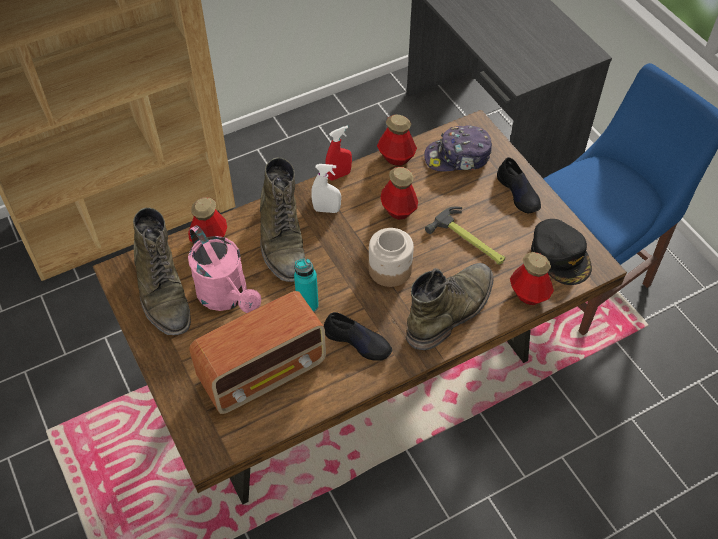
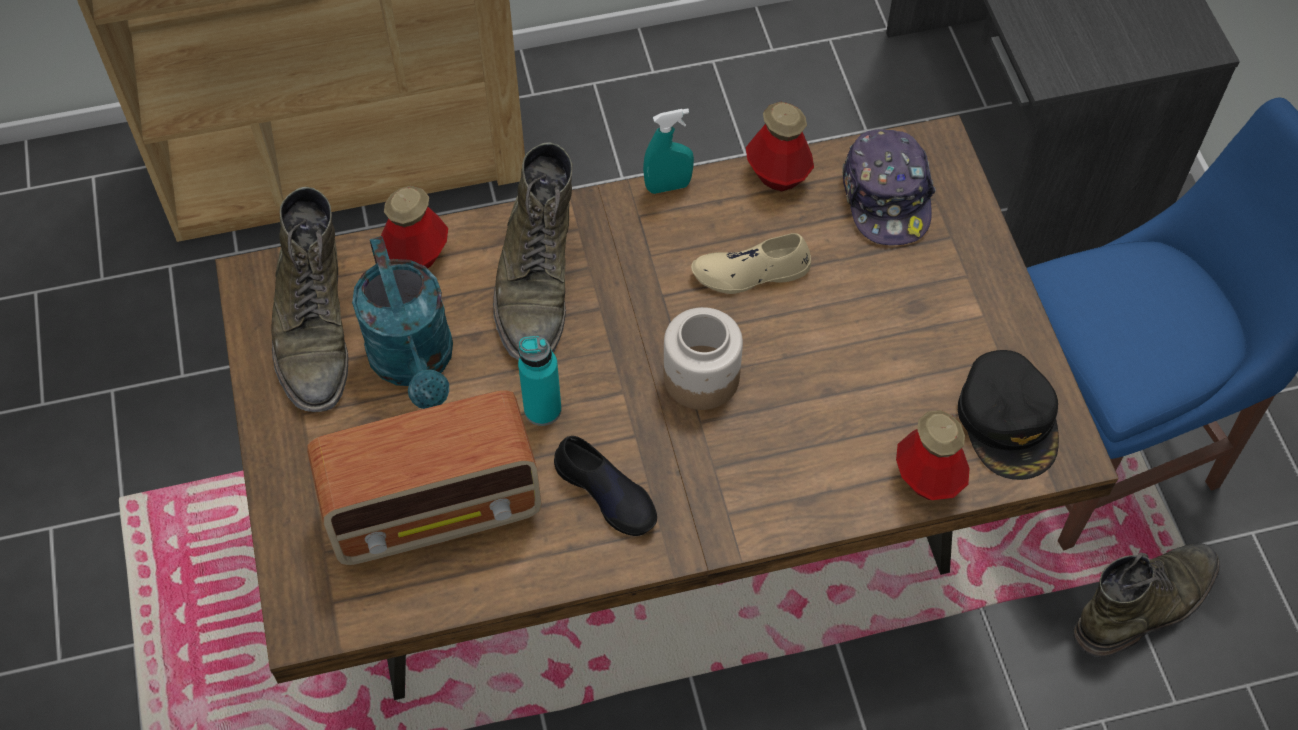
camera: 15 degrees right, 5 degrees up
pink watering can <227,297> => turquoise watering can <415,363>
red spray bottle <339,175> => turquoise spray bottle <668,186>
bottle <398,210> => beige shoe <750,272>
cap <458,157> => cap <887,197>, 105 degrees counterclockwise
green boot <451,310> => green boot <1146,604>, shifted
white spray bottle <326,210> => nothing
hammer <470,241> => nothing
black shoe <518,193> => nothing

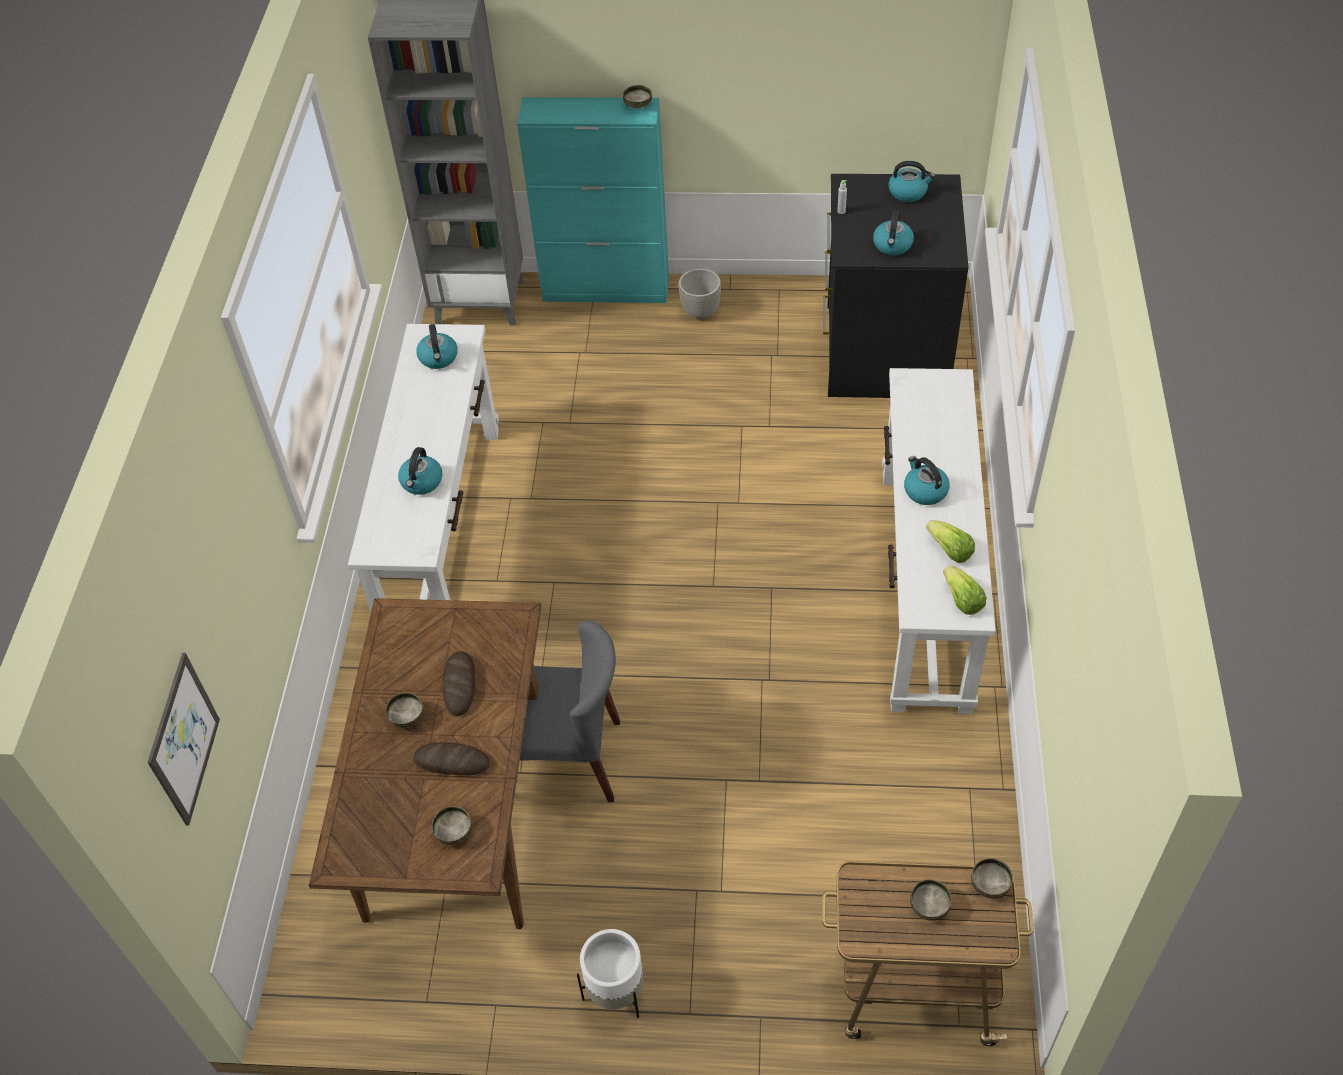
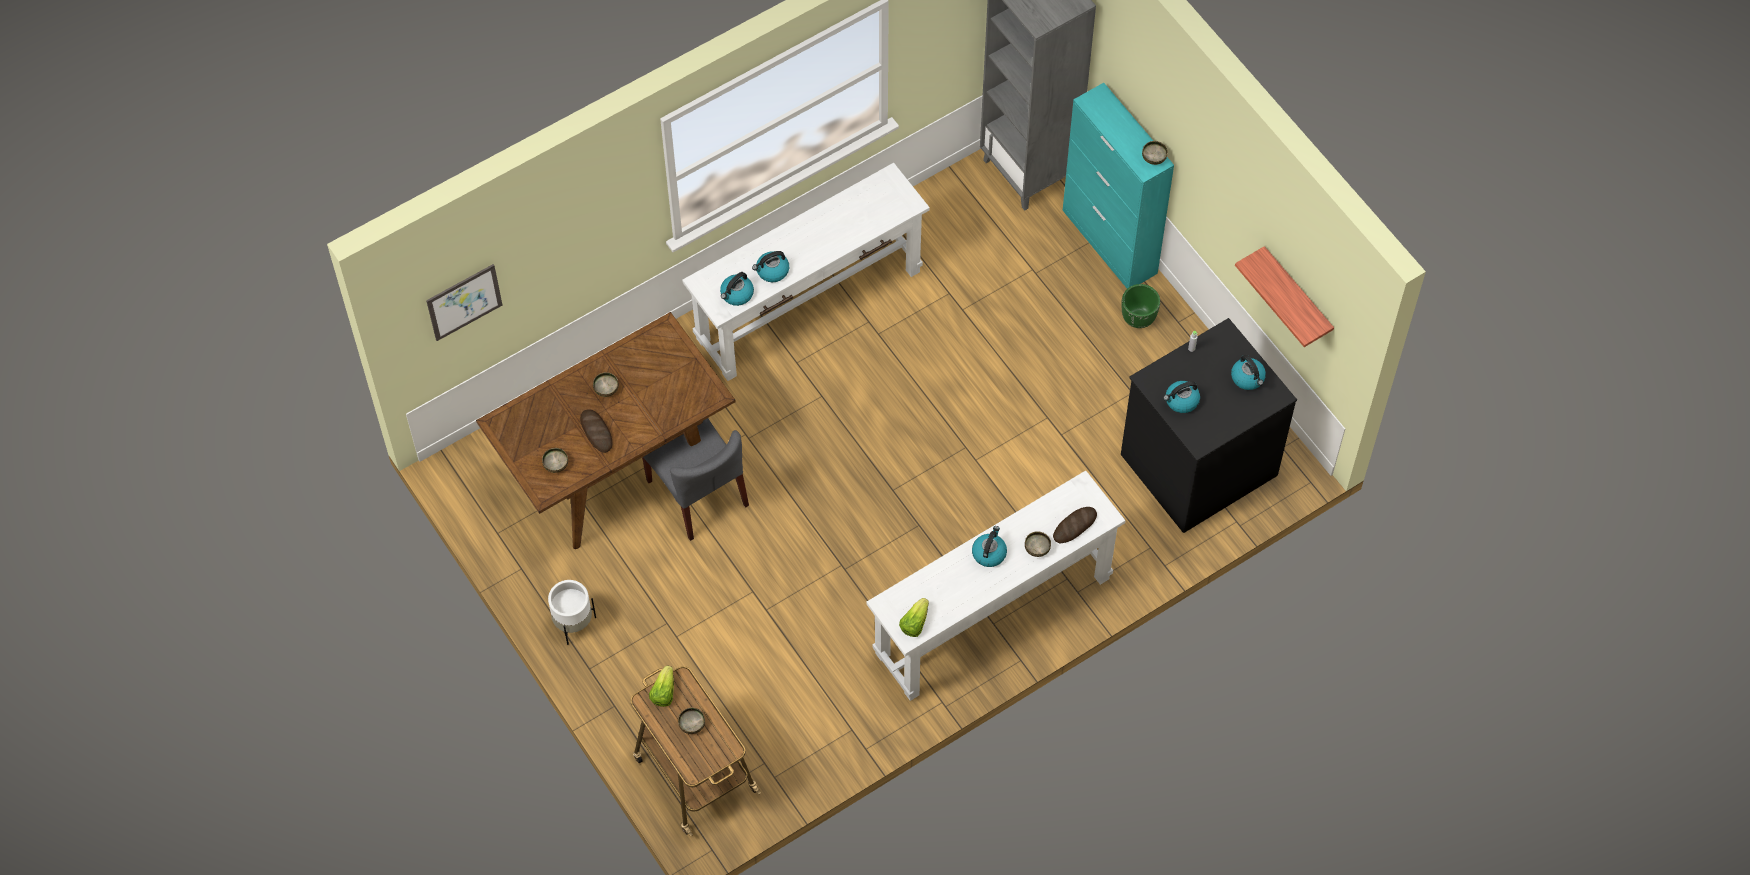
camera: 50 degrees right, 10 degrees up
lettuce <949,550> => lettuce <663,692>, shifted
kettle <438,358> => kettle <737,294>, shifted
bowl <990,885> => bowl <1037,549>, shifted
bread <460,685> => bread <1074,526>, shifted
grey planter <701,311> => green planter <1138,318>
nothing => shelf <1296,296>

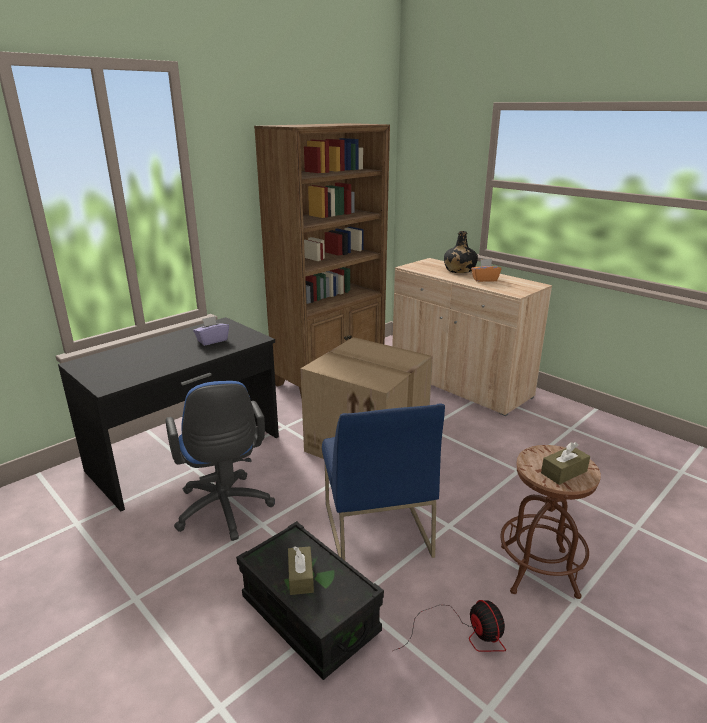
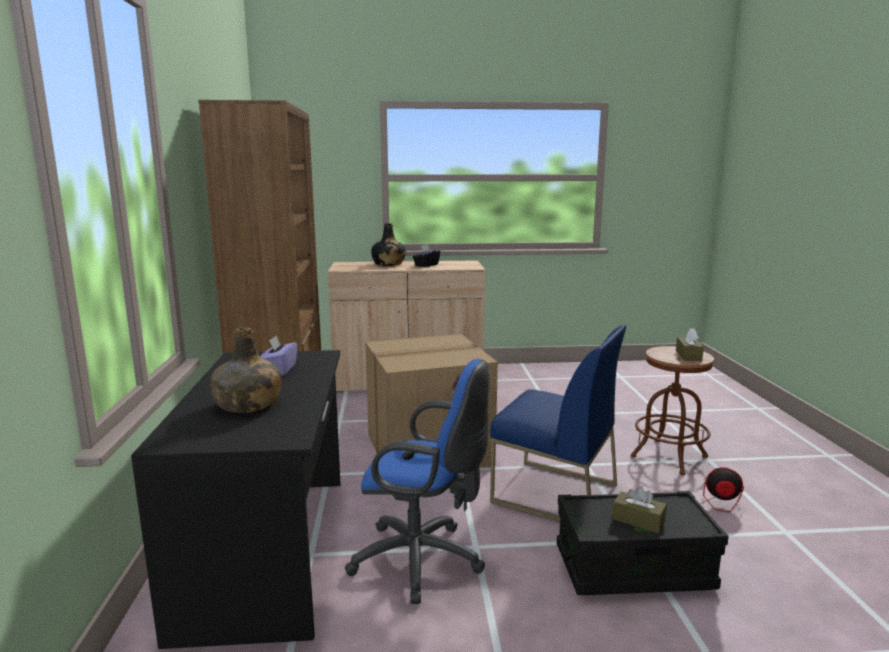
camera: 50 degrees left, 10 degrees down
nothing => green bottle <248,405>
orange tissue box <484,279> => black tissue box <426,265>

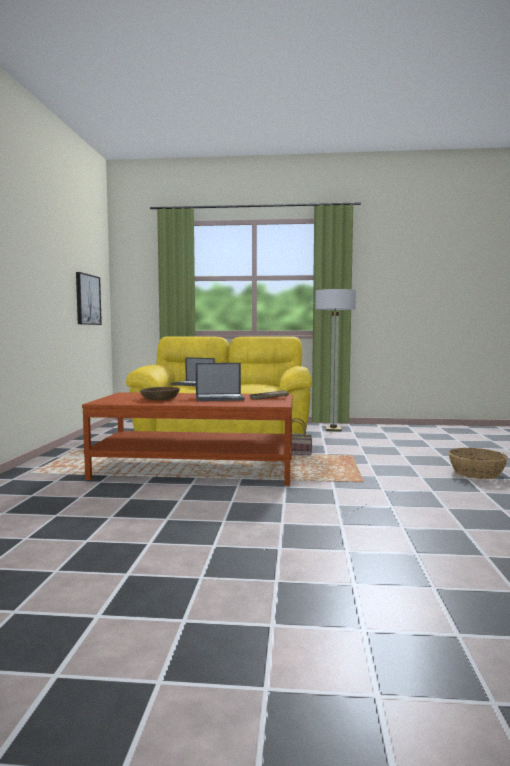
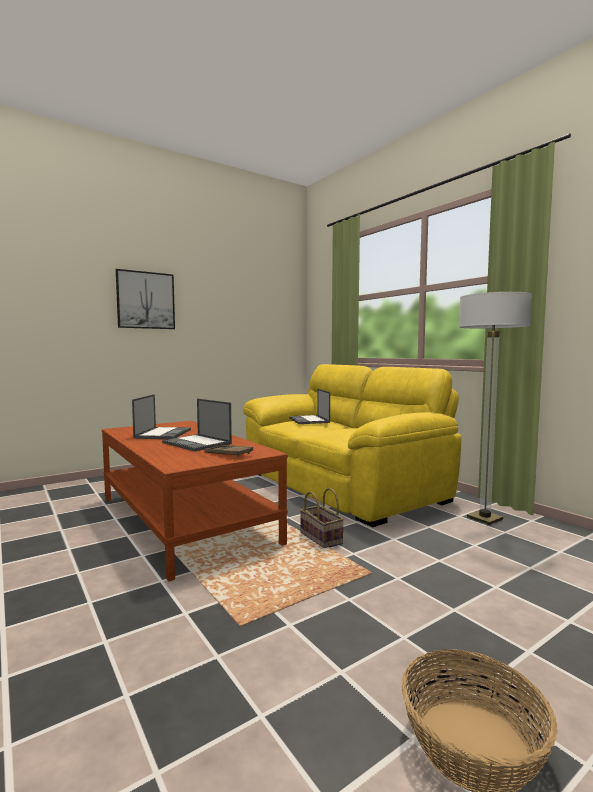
camera: 50 degrees right, 0 degrees up
picture <87,299> => picture <145,300>, shifted
brown bowl <159,398> => laptop <163,433>

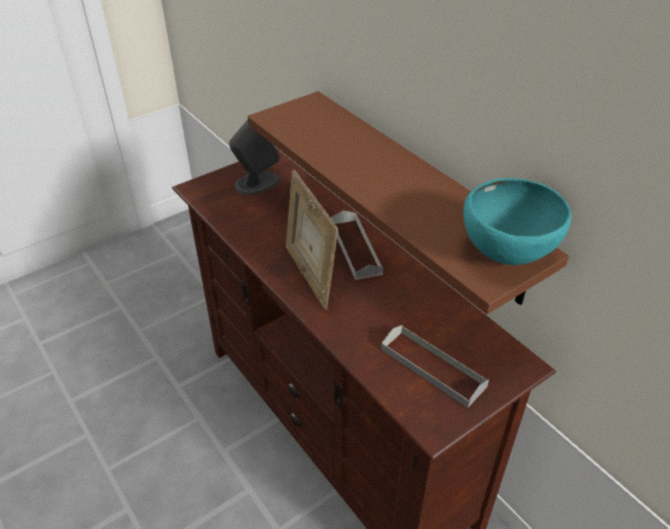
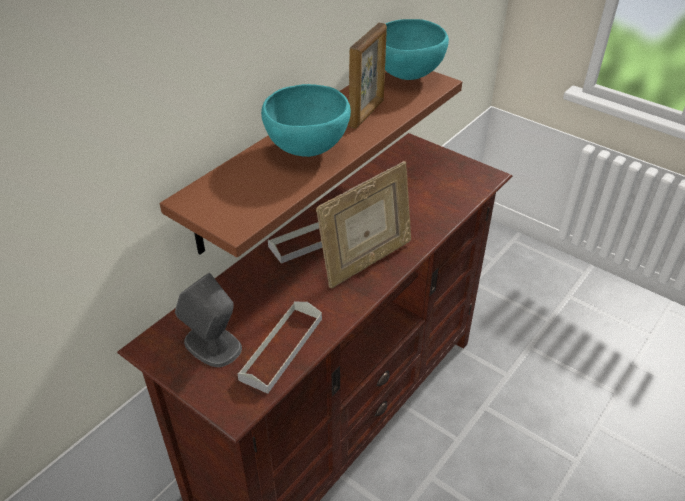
camera: 105 degrees left, 0 degrees up
grey tray <432,367> => grey tray <282,348>, shifted
nothing => turquoise bowl <308,150>
nothing => picture frame <367,113>

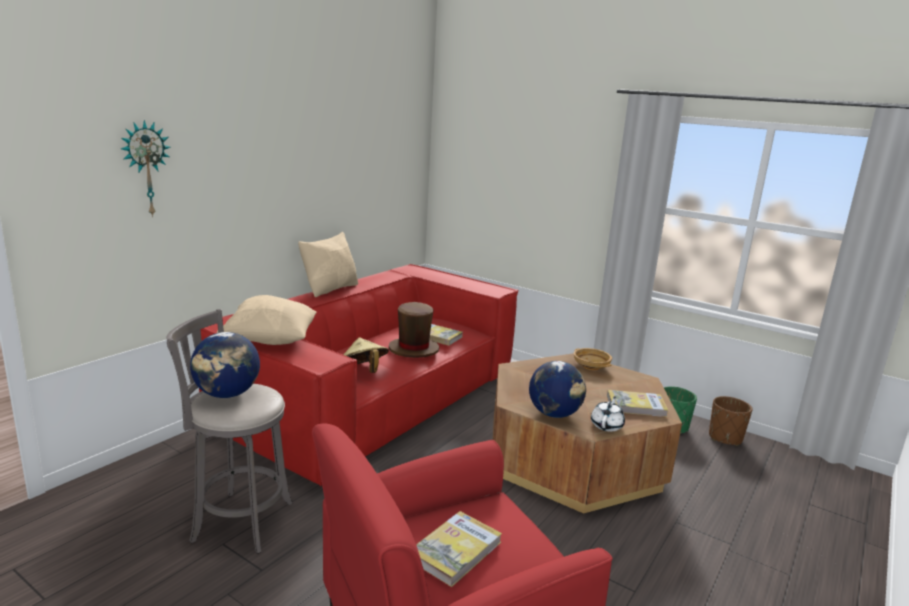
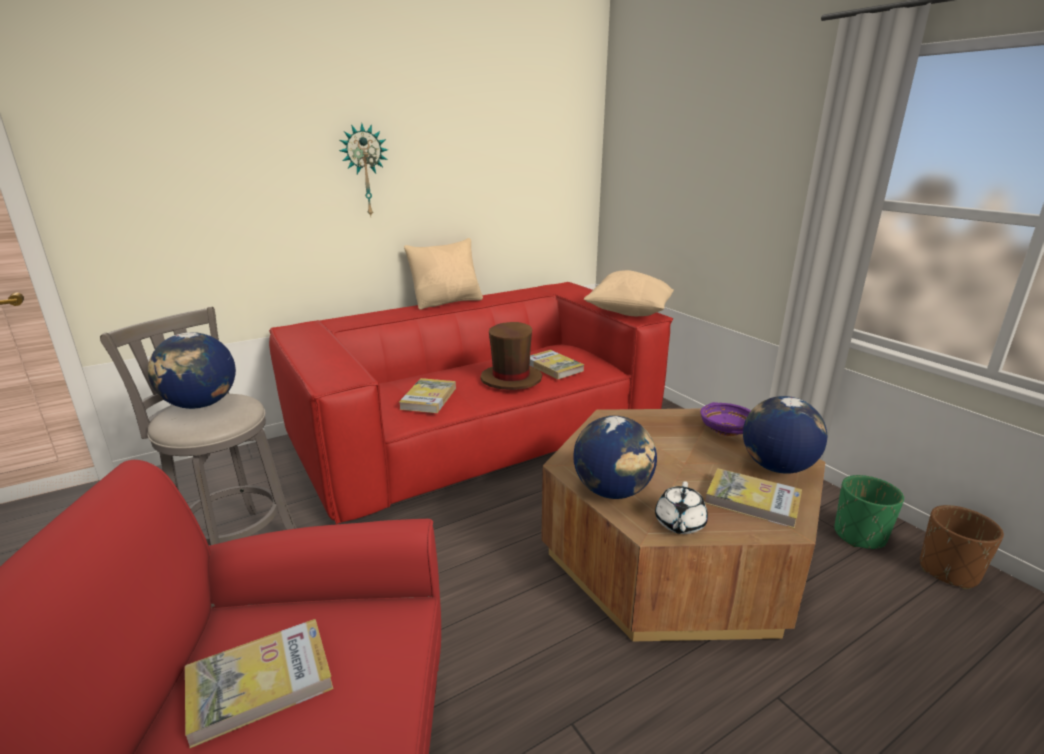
camera: 25 degrees right, 5 degrees up
wall clock <146,169> => wall clock <365,171>, shifted
beige hat <363,371> => book <428,398>
beige pillow <270,340> => beige pillow <628,313>, shifted
white teapot <607,425> => white teapot <679,524>, 150 degrees clockwise
beige bowl <590,366> => purple bowl <725,429>
nothing => globe <776,467>

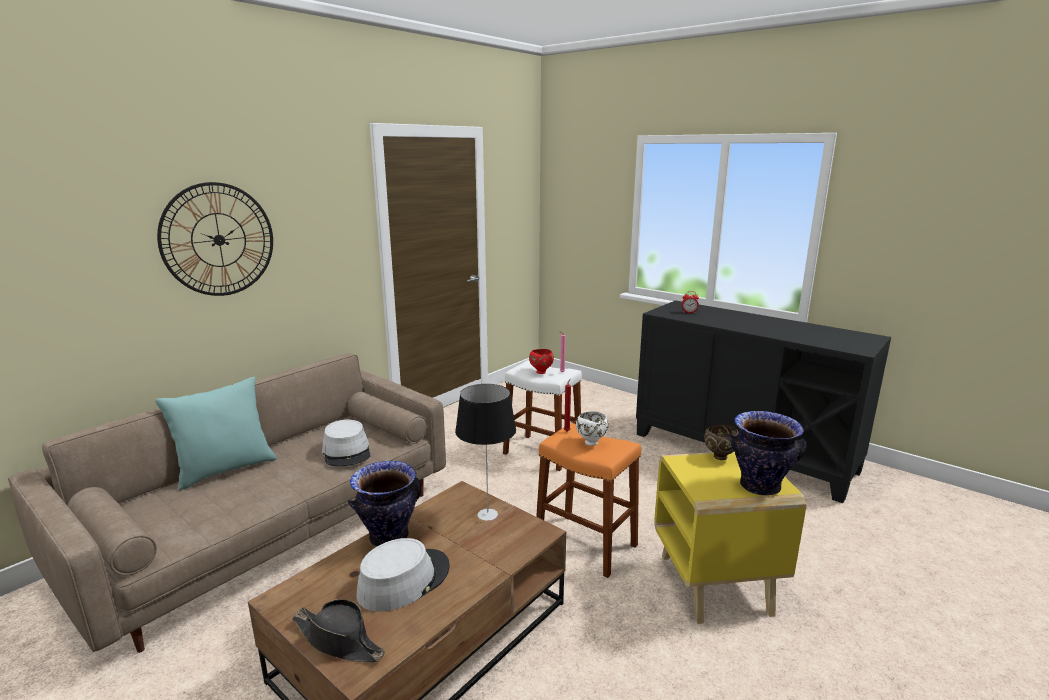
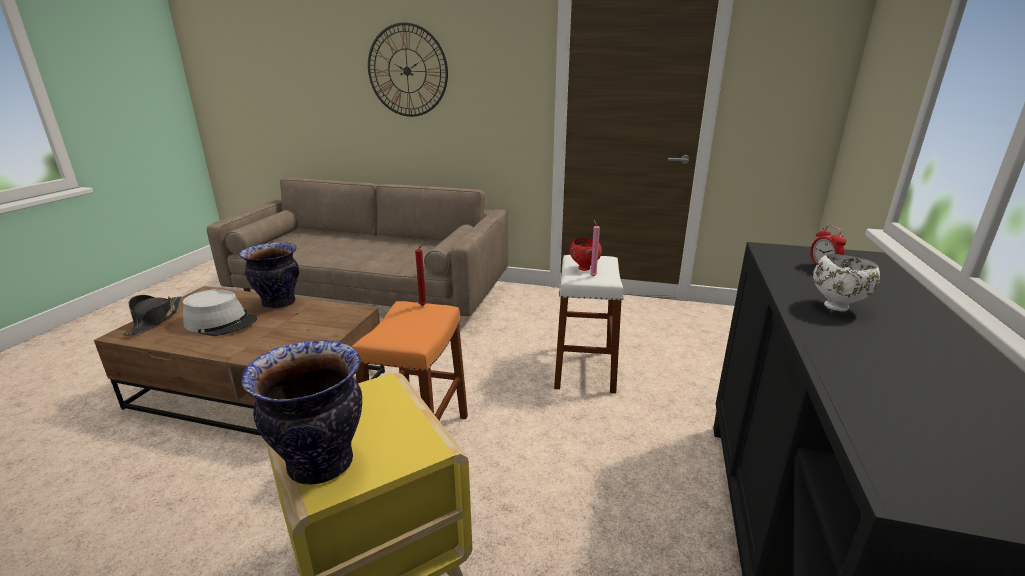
camera: 65 degrees right, 5 degrees up
white bowl <591,442> => white bowl <837,307>, shifted
turquoise pillow <226,469> => nothing
grey hat <347,452> => nothing
table lamp <487,514> => nothing
brown bowl <719,457> => nothing

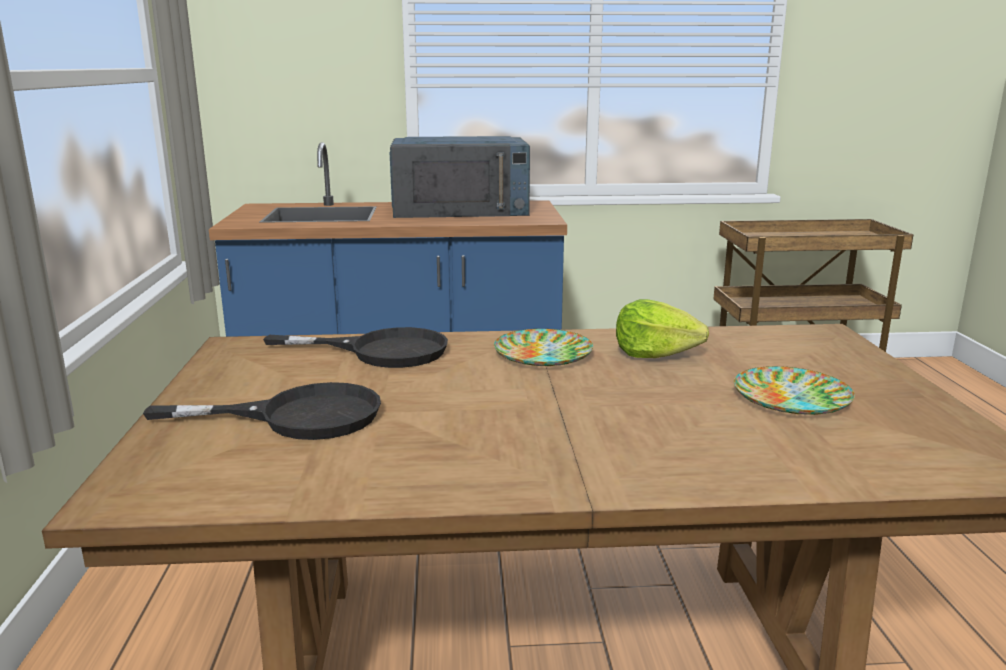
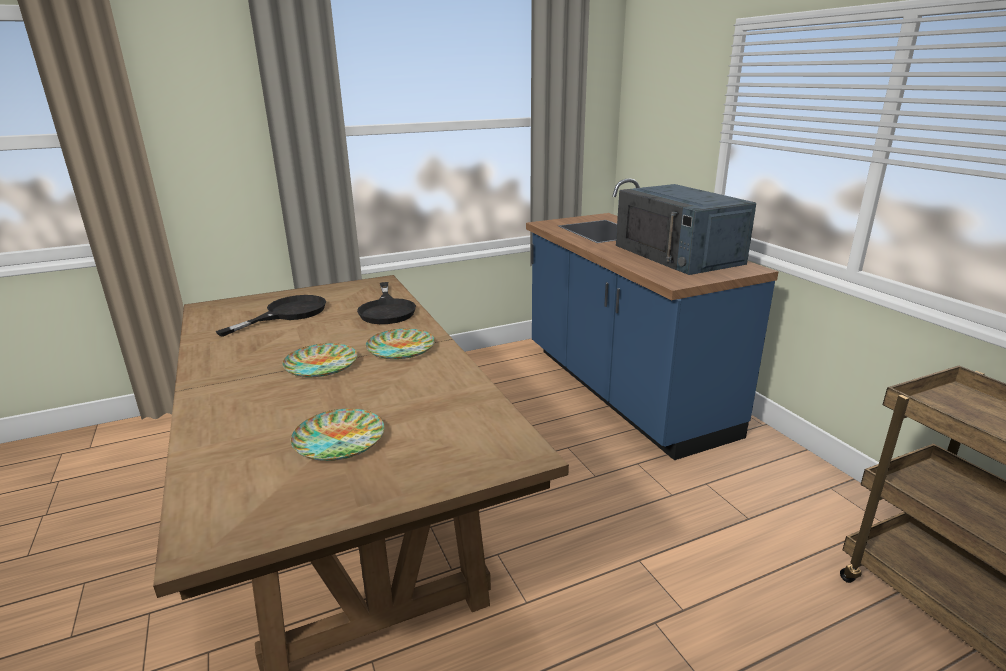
camera: 70 degrees right, 5 degrees up
black frying pan <298,416> => black frying pan <287,313>, 120 degrees counterclockwise
nothing => plate <321,365>
lettuce <655,353> => nothing

